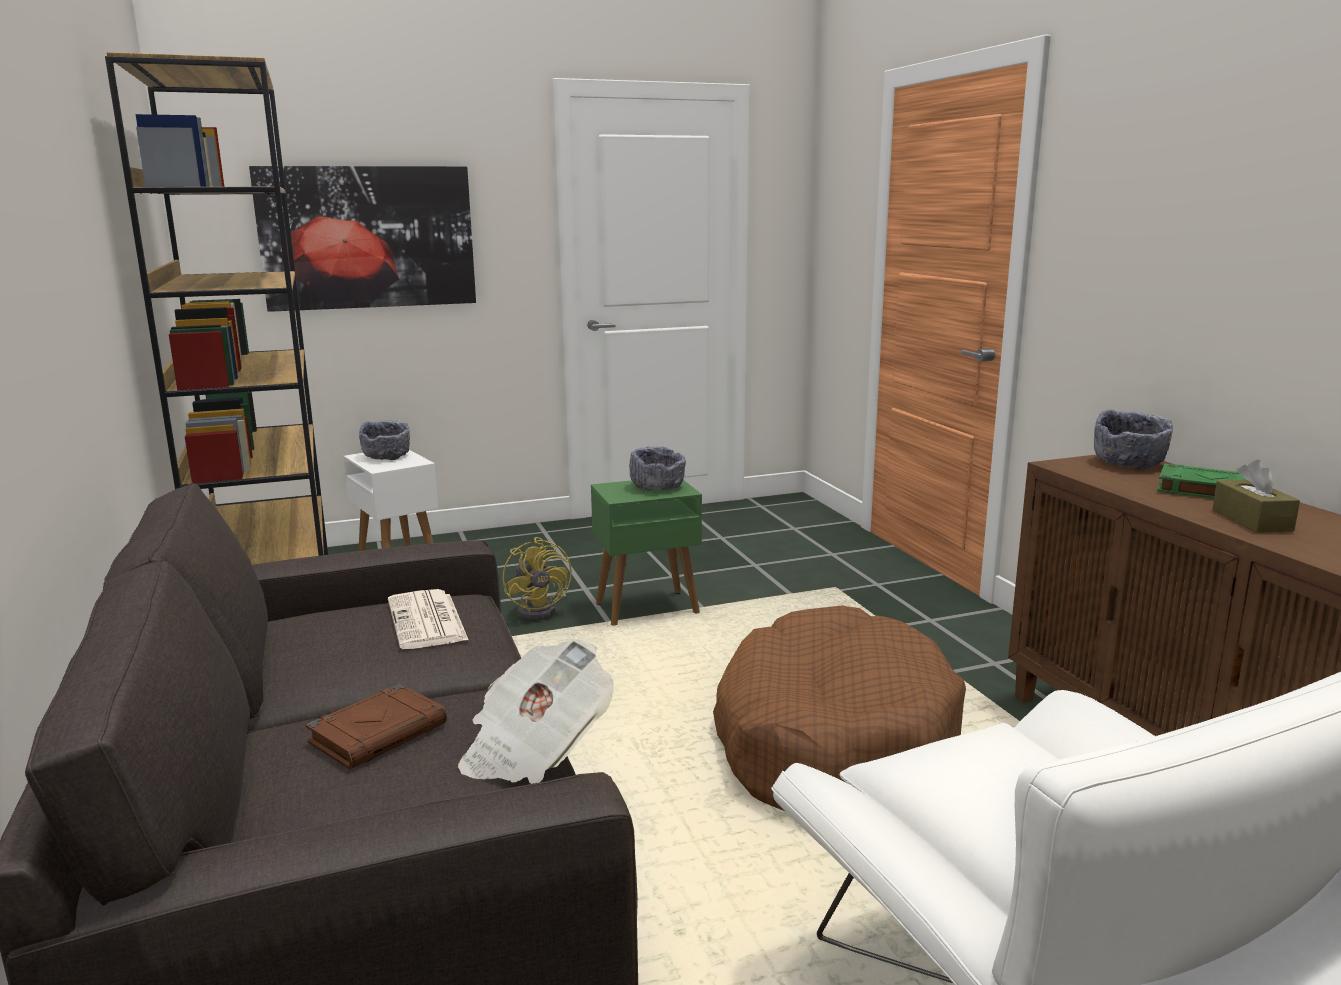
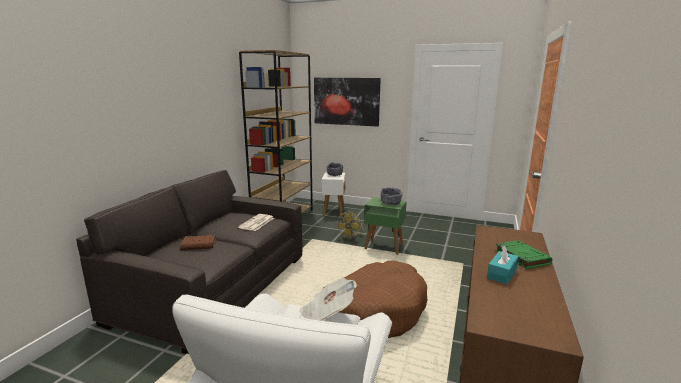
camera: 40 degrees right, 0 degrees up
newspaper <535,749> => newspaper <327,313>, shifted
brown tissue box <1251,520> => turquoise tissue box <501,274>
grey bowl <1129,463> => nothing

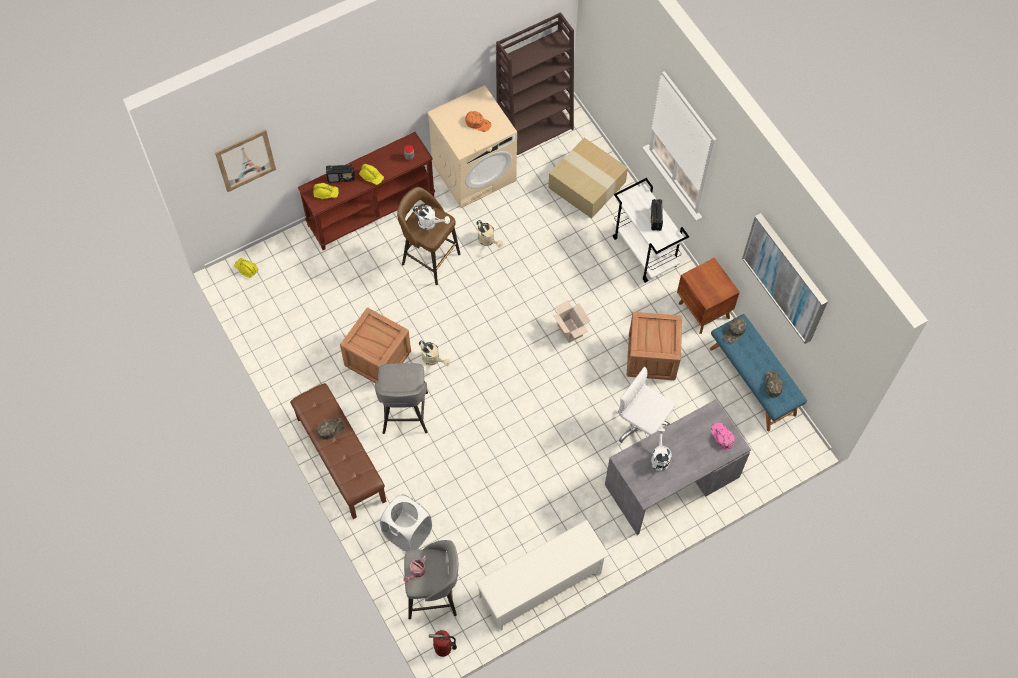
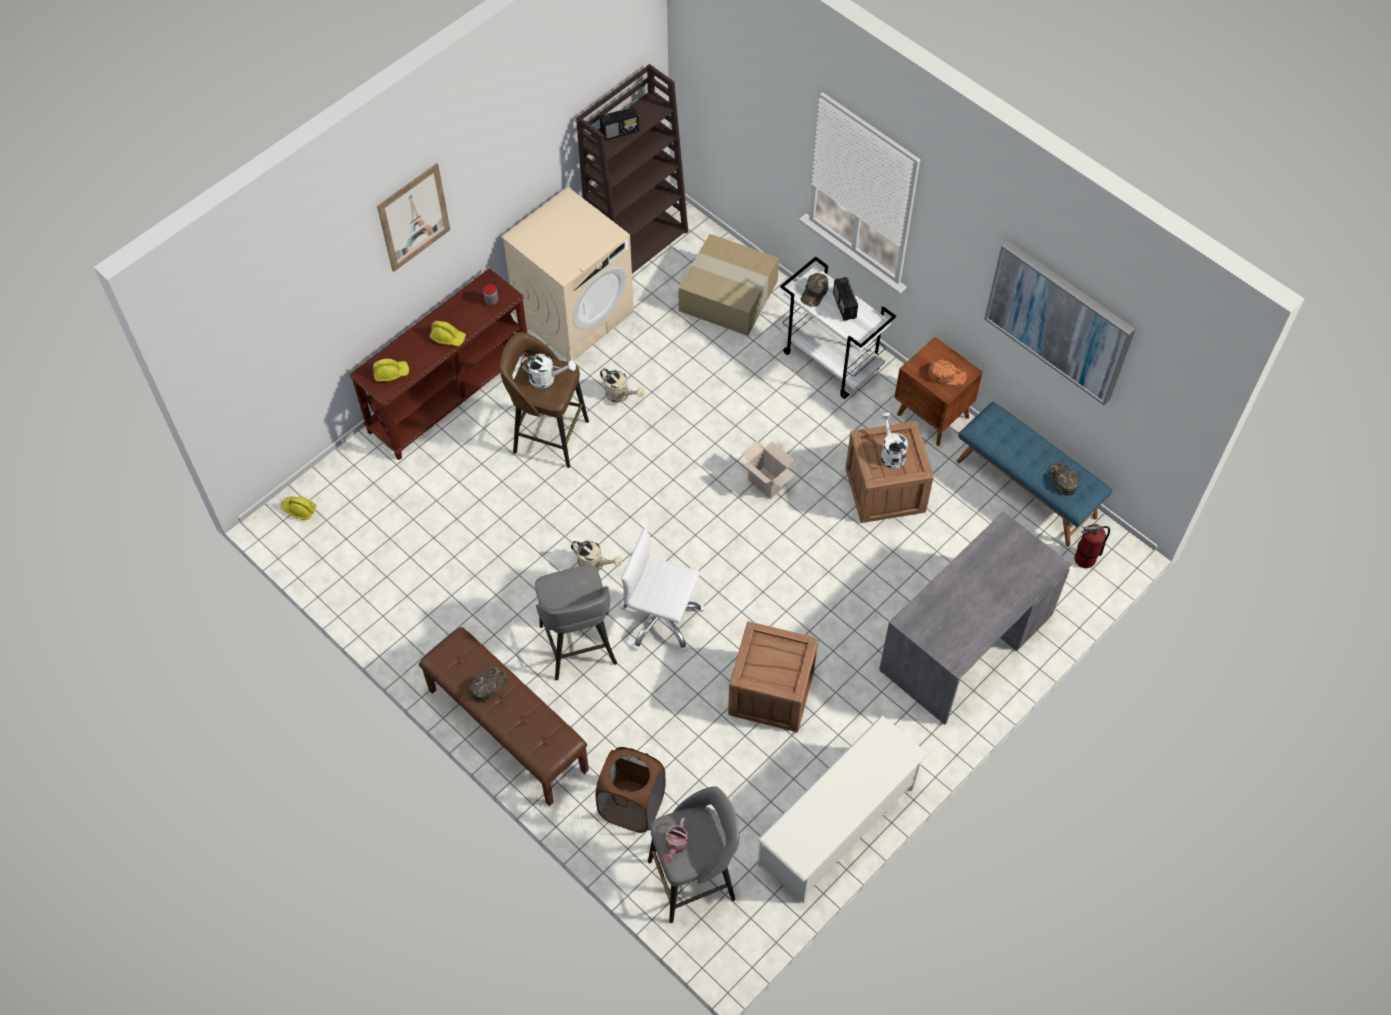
camera: 15 degrees left, 5 degrees down
picture <245,160> => picture <414,217>, shifted
white laundry basket <407,533> => brown laundry basket <632,806>
radio <341,178> => radio <620,131>, shifted
white office chair <641,427> => white office chair <661,620>, shifted
crate <377,358> => crate <771,692>, shifted
green cap <734,331> => green cap <814,293>, shifted
white watering can <659,458> => white watering can <891,453>, shifted
orange cap <478,123> => orange cap <947,375>, shifted
fire extinguisher <443,648> => fire extinguisher <1085,559>, shifted
pink cap <722,436> => nothing

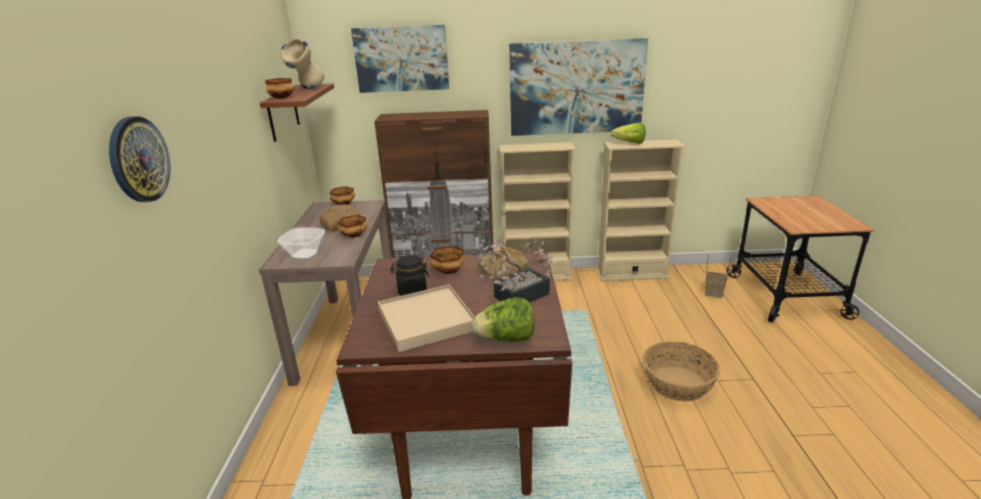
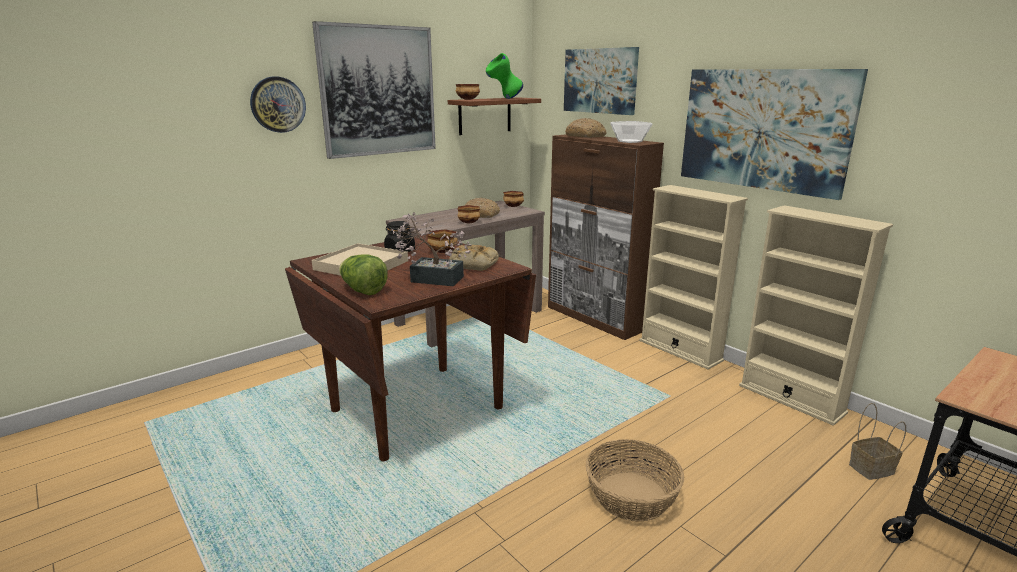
camera: 50 degrees right, 5 degrees down
nothing => picture <378,91>
beige vase <307,90> => green vase <504,98>
nothing => bread <586,136>
bowl <305,254> => bowl <629,141>, shifted
lettuce <627,143> => nothing

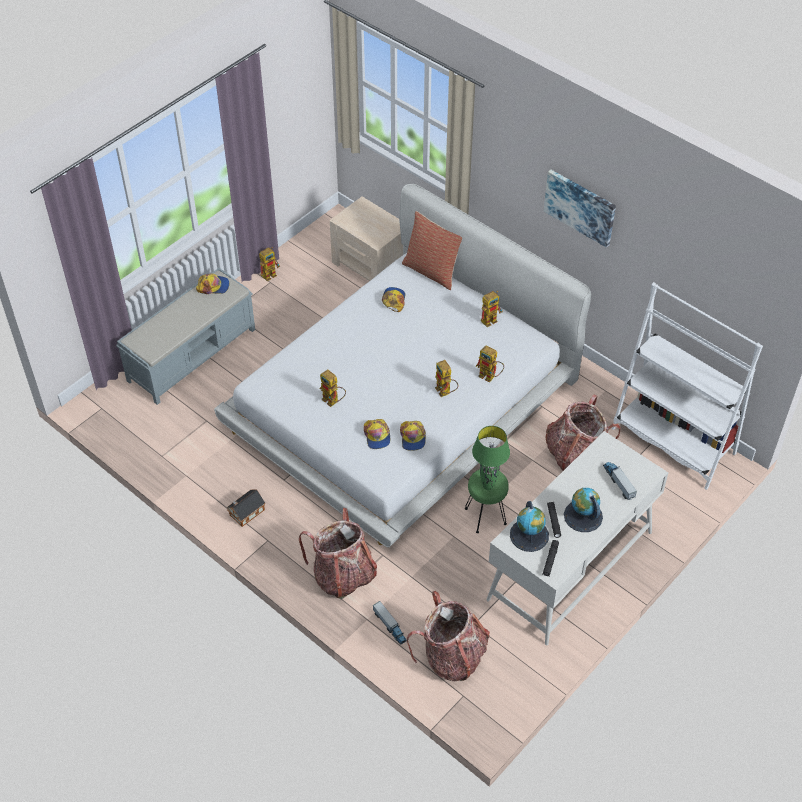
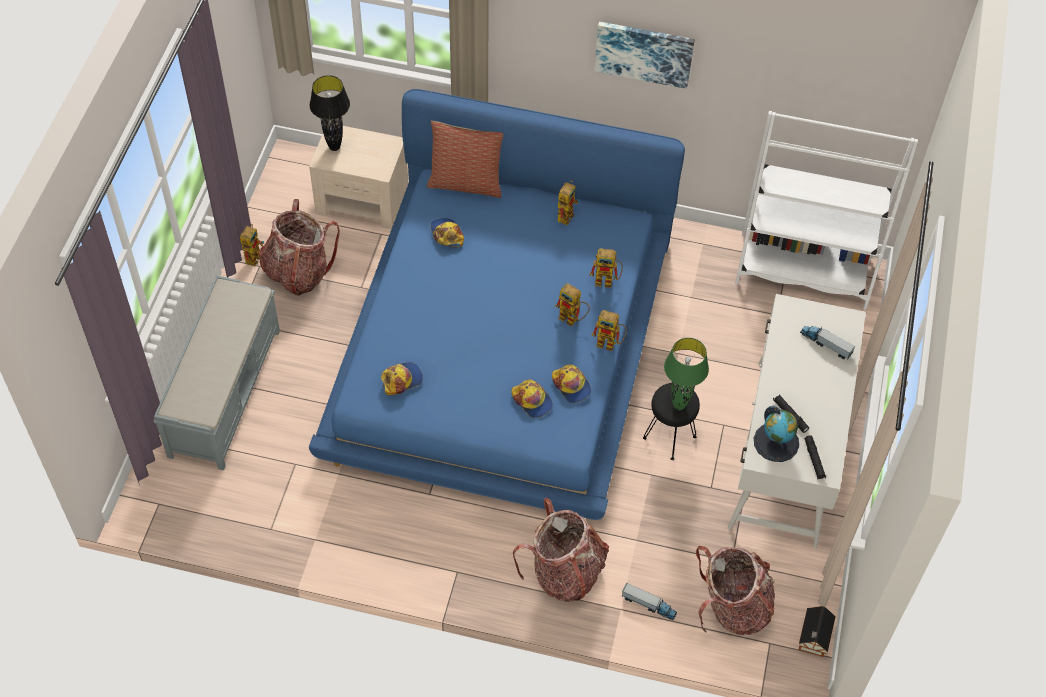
camera: 30 degrees left, 5 degrees up
backpack <574,454> => backpack <298,272>, shifted
nothing => black table lamp <334,147>
white bed <402,401> => blue bed <501,346>
cap <213,286> => cap <401,379>, shifted
toy robot <333,401> => toy robot <610,343>, shifted
green stool <485,515> => black stool <669,436>
toy house <245,513> => toy house <813,638>, shifted
globe <583,516> => nothing

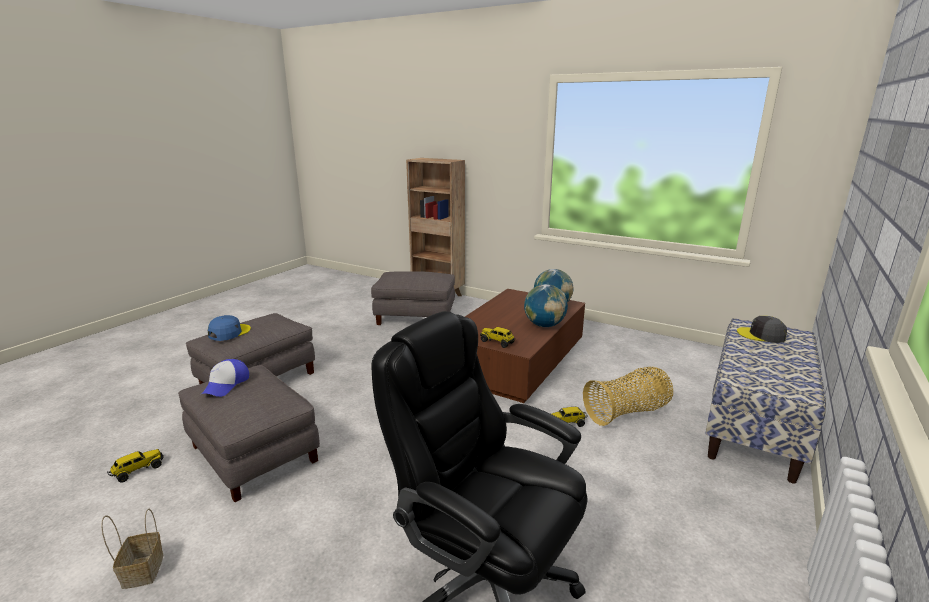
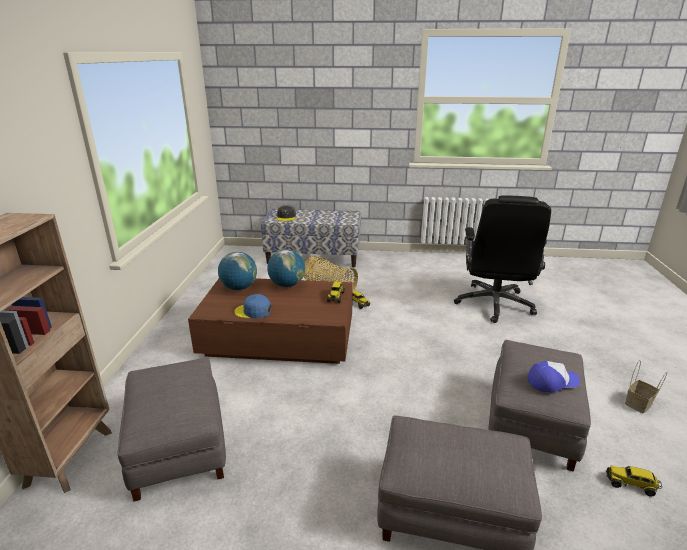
camera: 115 degrees left, 5 degrees up
blue cap <229,332> => blue cap <253,311>, shifted

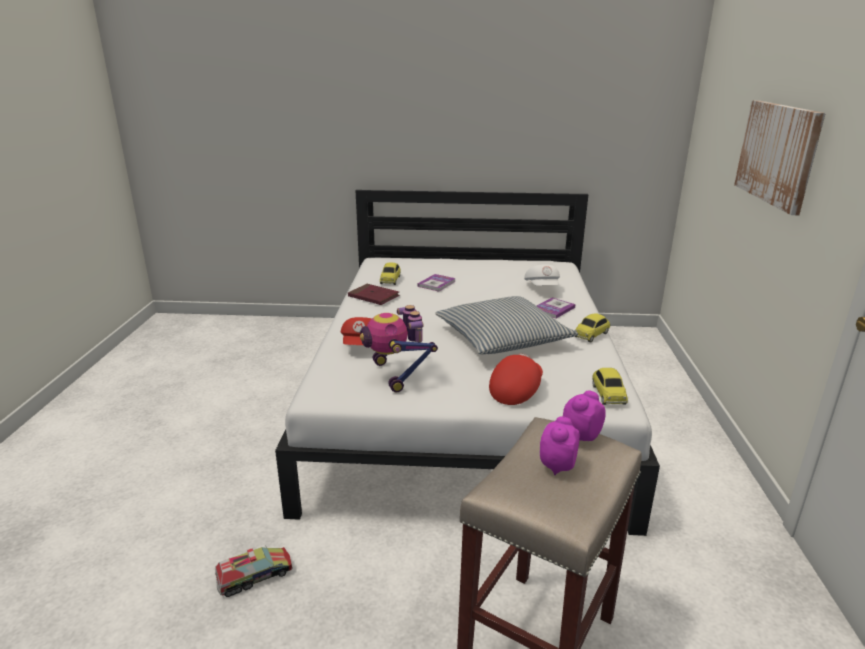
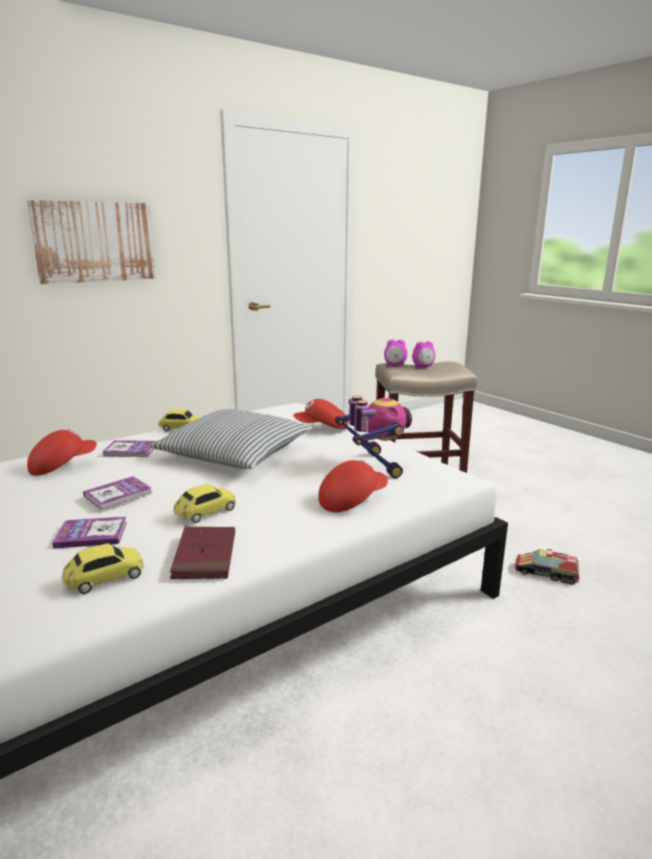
camera: 130 degrees left, 5 degrees down
white cap <542,287> => red cap <62,465>
nothing => book <118,494>
toy car <608,394> => toy car <205,512>, shifted
toy robot <396,375> => toy robot <374,465>, 45 degrees counterclockwise

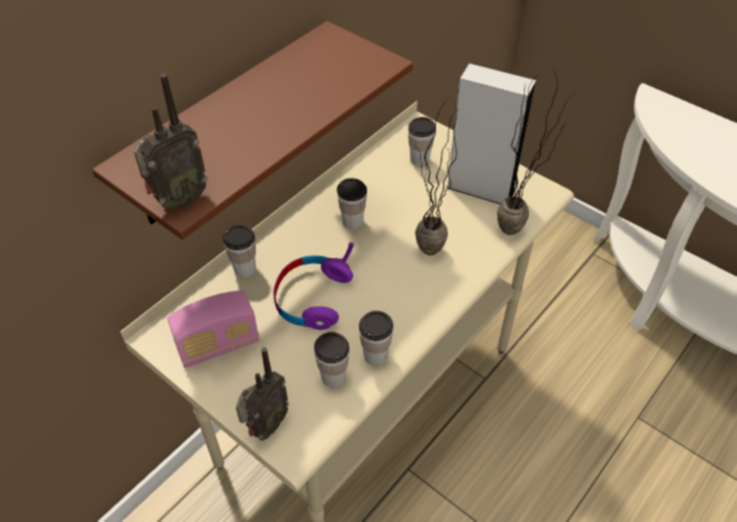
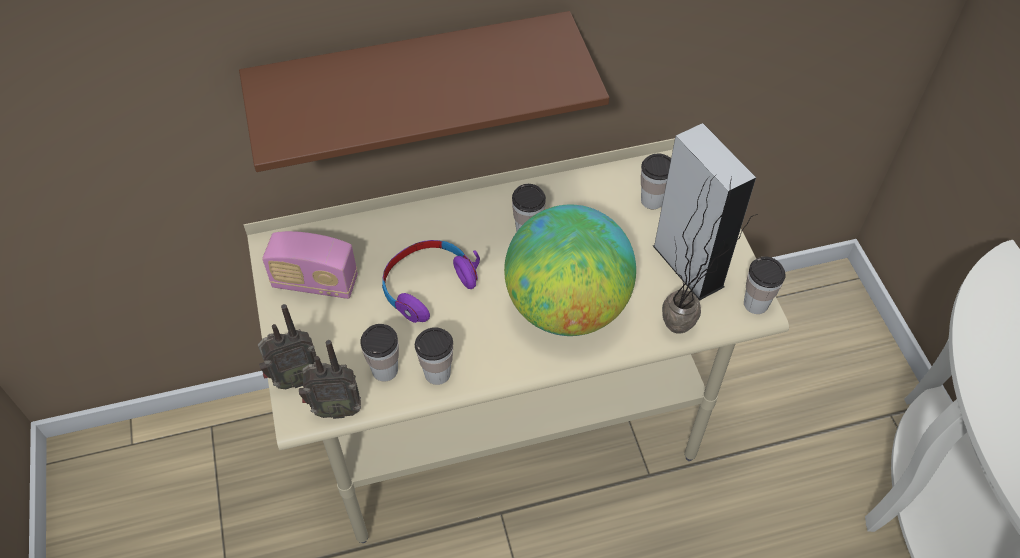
camera: 35 degrees right, 5 degrees up
radio <178,200> => radio <335,408>, shifted
potted plant <426,257> => globe <567,307>
cup <244,269> => cup <756,303>, shifted

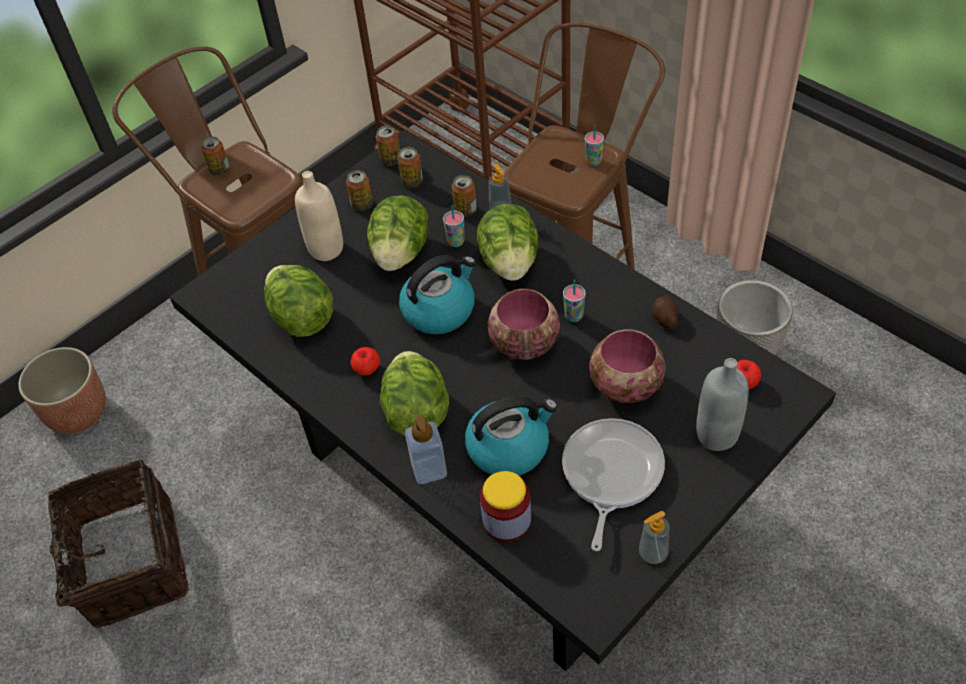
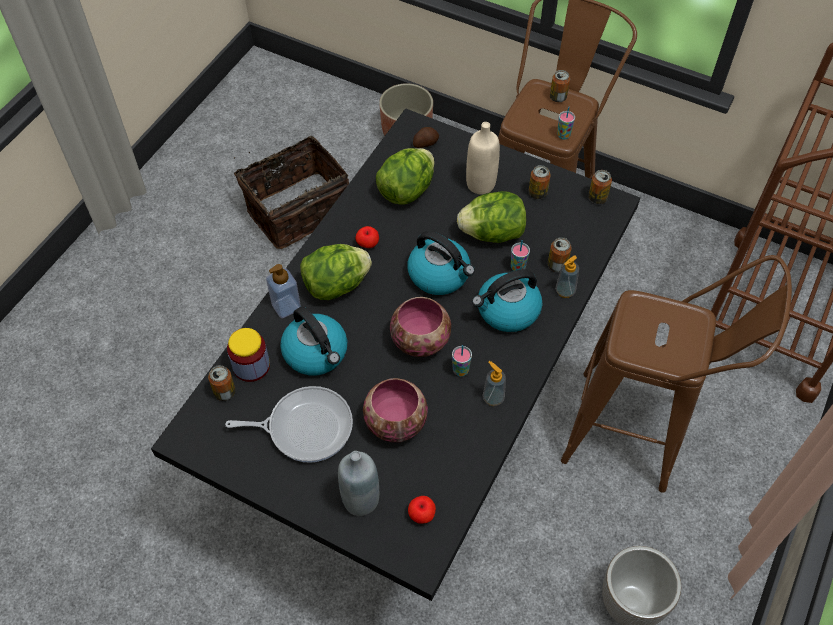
camera: 70 degrees right, 5 degrees up
can <412,181> => can <225,392>, shifted
potato <664,319> => potato <425,143>, shifted
lettuce <509,262> => kettle <507,311>
soap dispenser <653,553> => soap dispenser <493,398>, shifted
cup <593,161> => cup <563,135>, shifted

